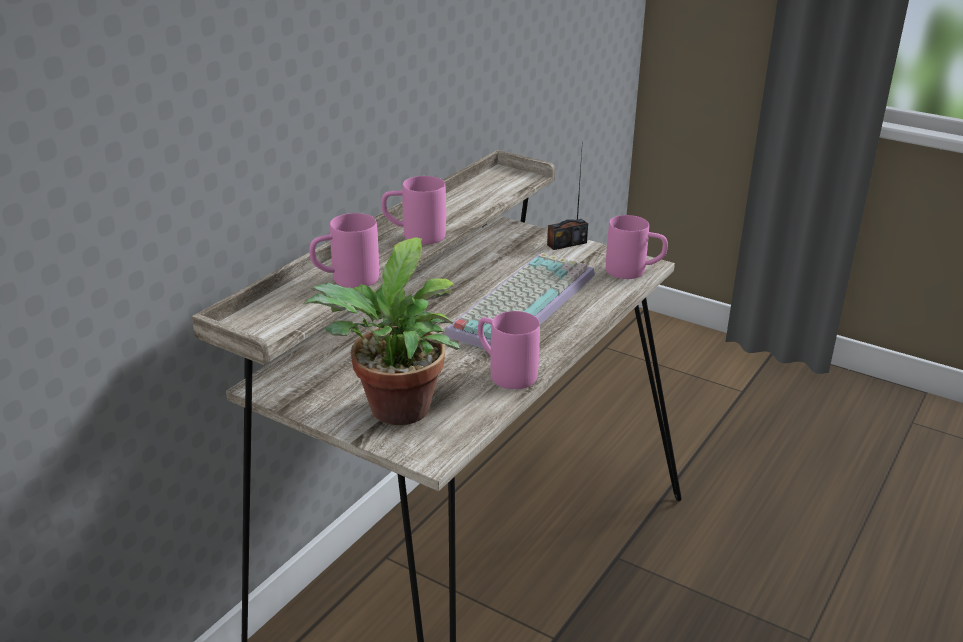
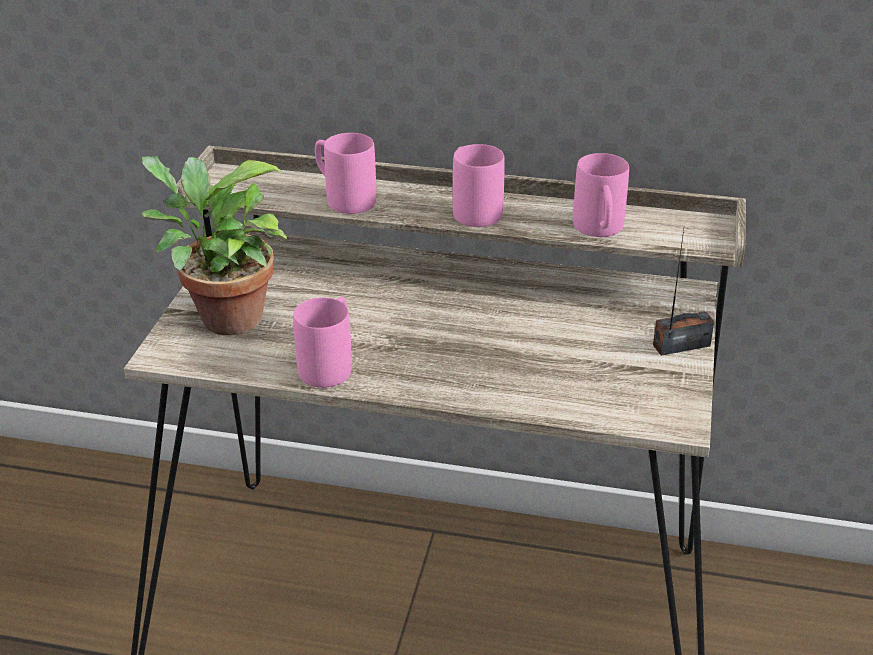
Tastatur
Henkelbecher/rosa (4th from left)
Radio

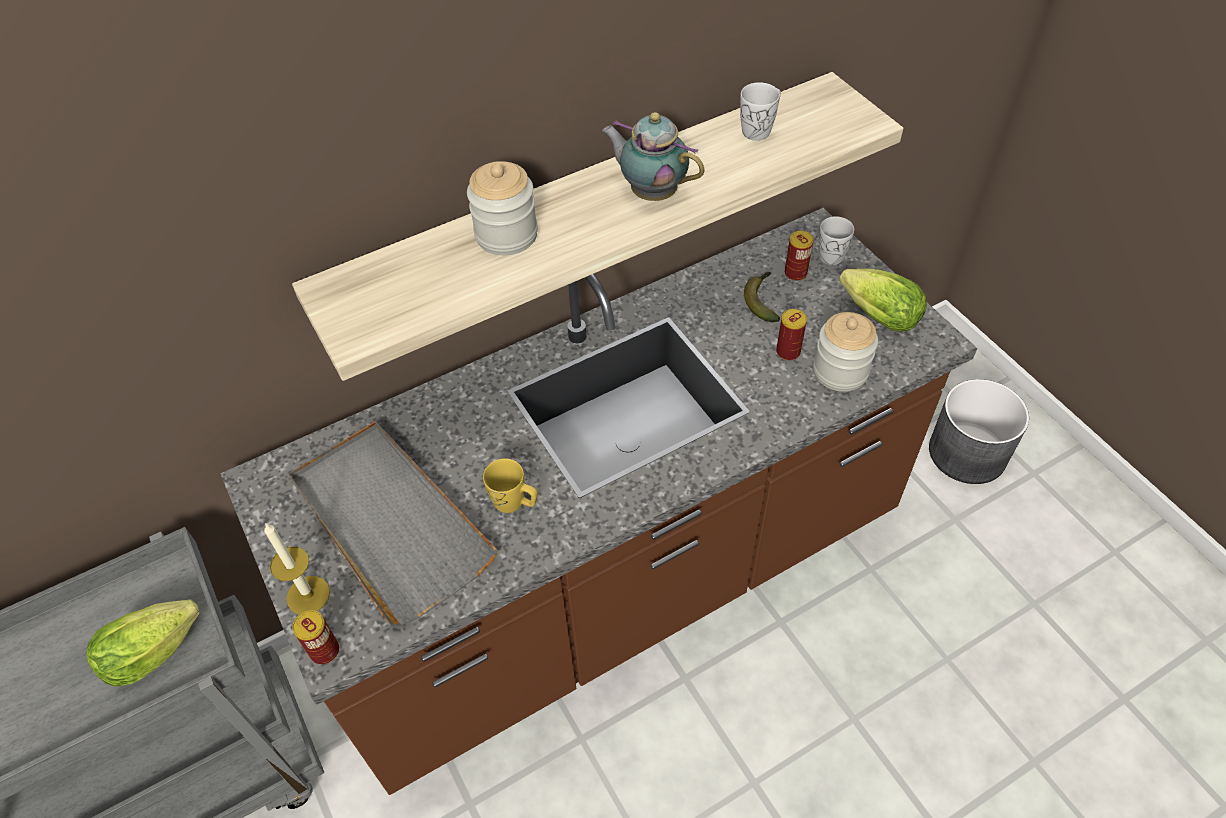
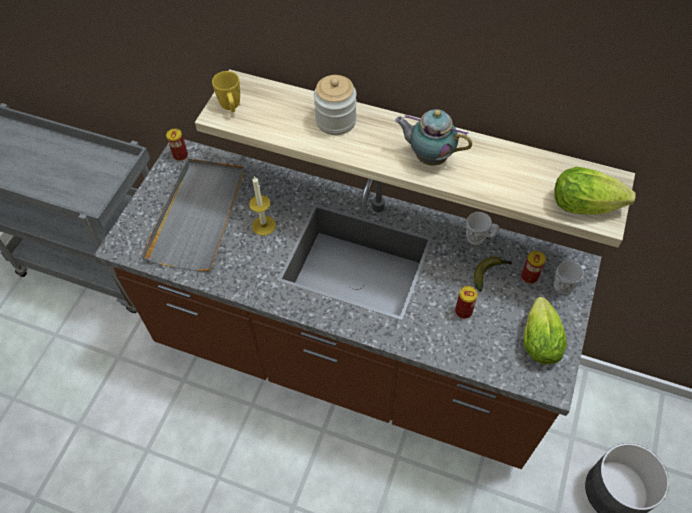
Vorratsglas (2nd from left in the first image)
Salatkopf (2nd from left)
Kerze
Dose (1st from left)
Henkelbecher/gelb
Henkelbecher/weiß (1st from left)
Teekanne

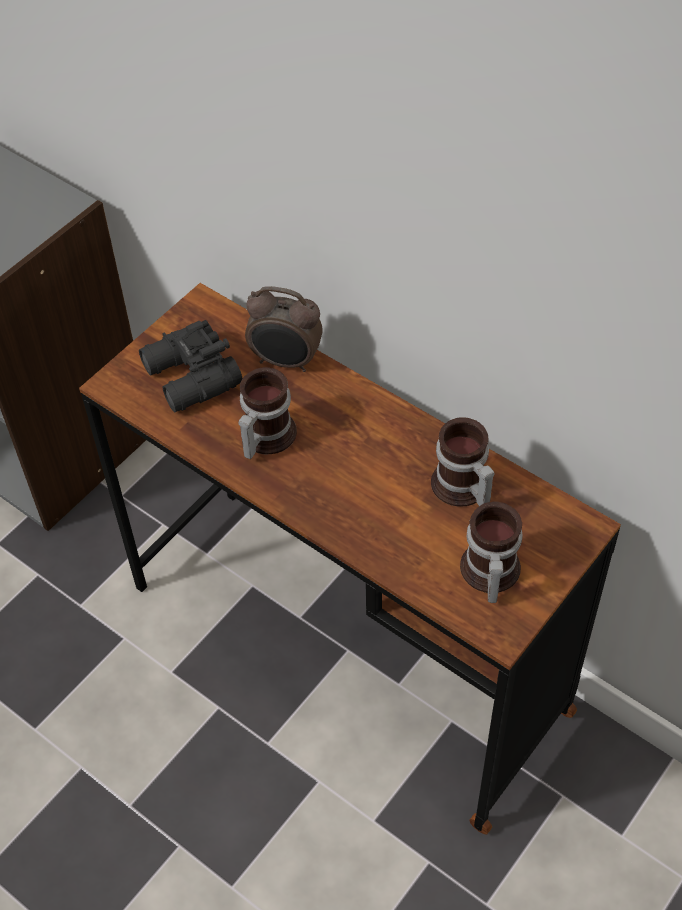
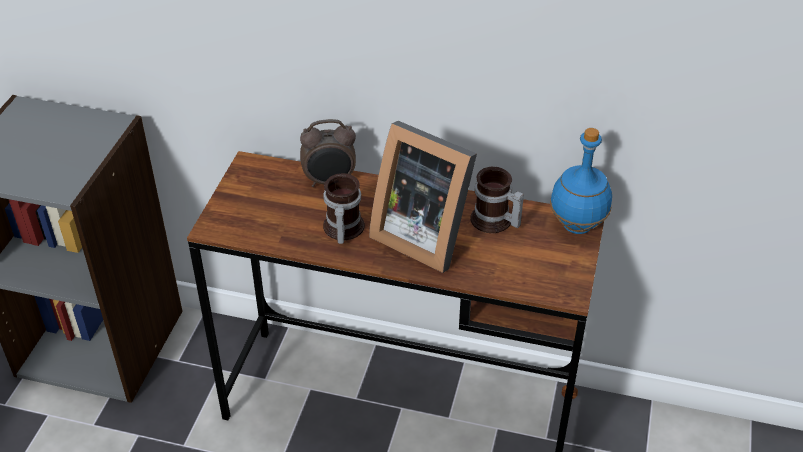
Fernglas/schwarz
Henkelbecher (3rd from left in the first image)
Bilderrahmen
Flasche/blau

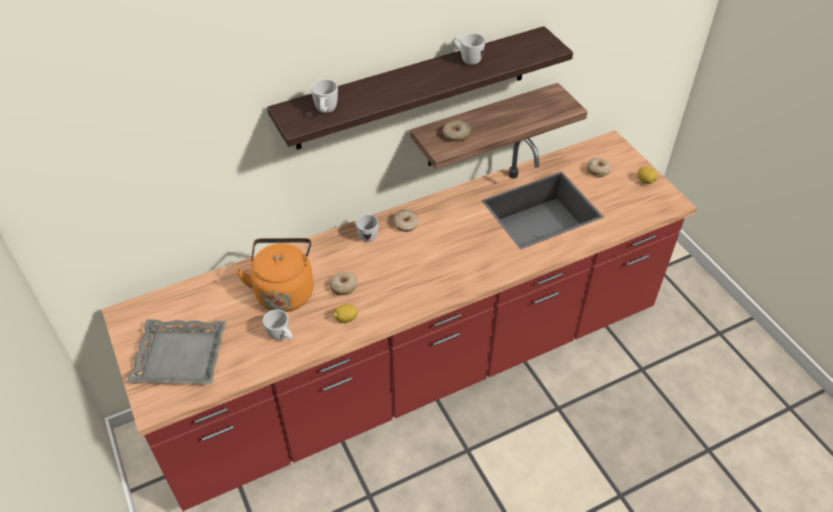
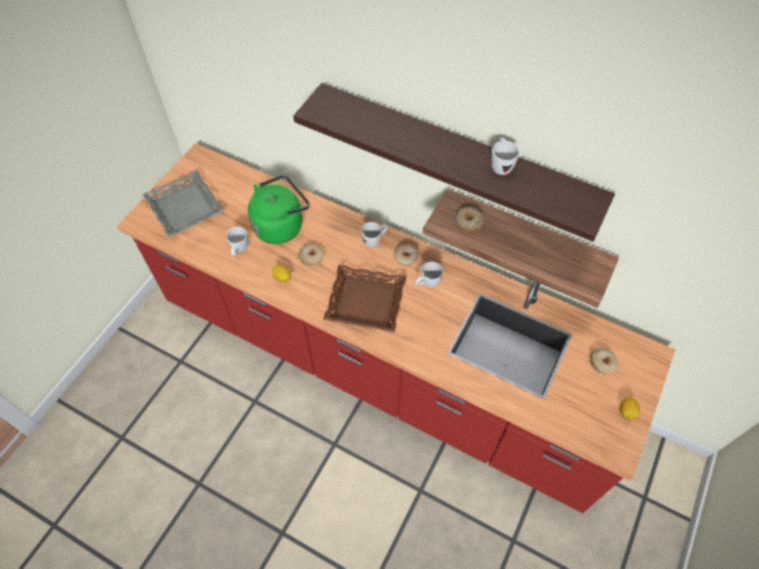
Tablett/braun
Henkelbecher/weiß (3rd from left)
Wasserkessel/grün

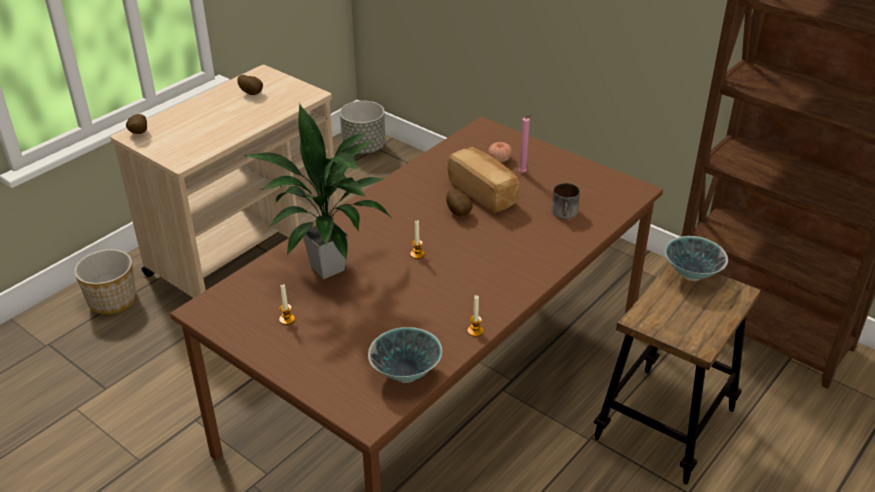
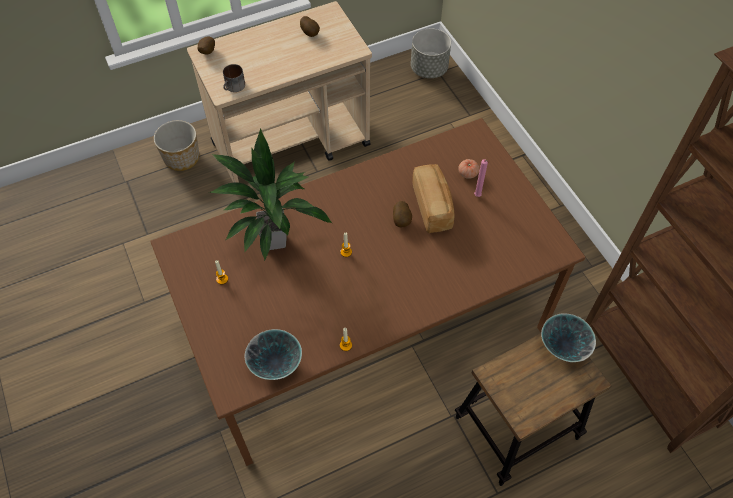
Henkelbecher

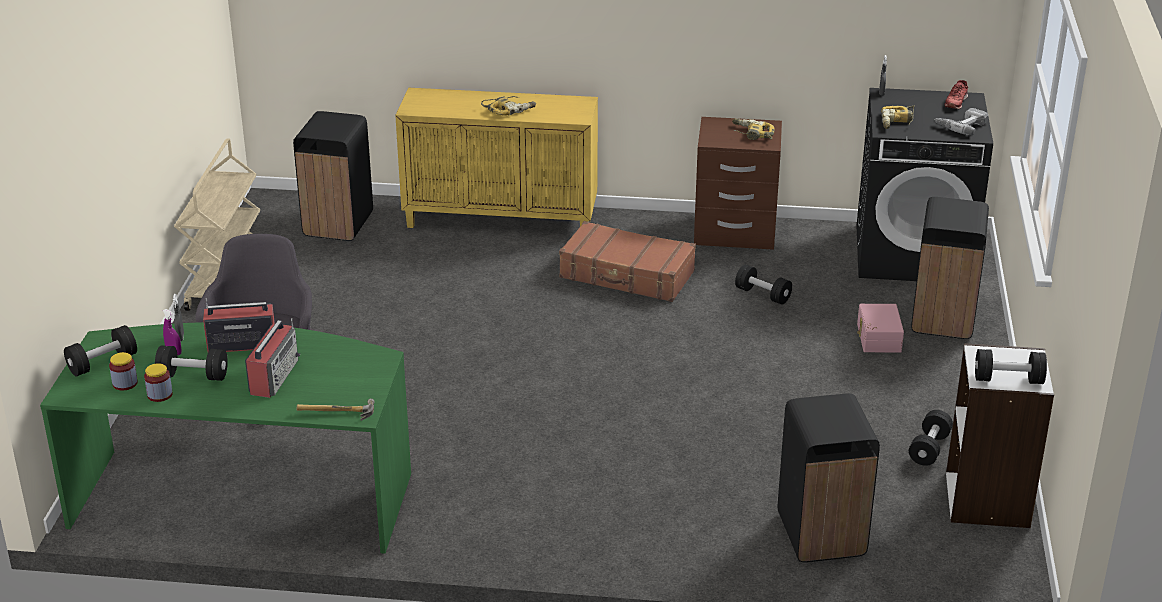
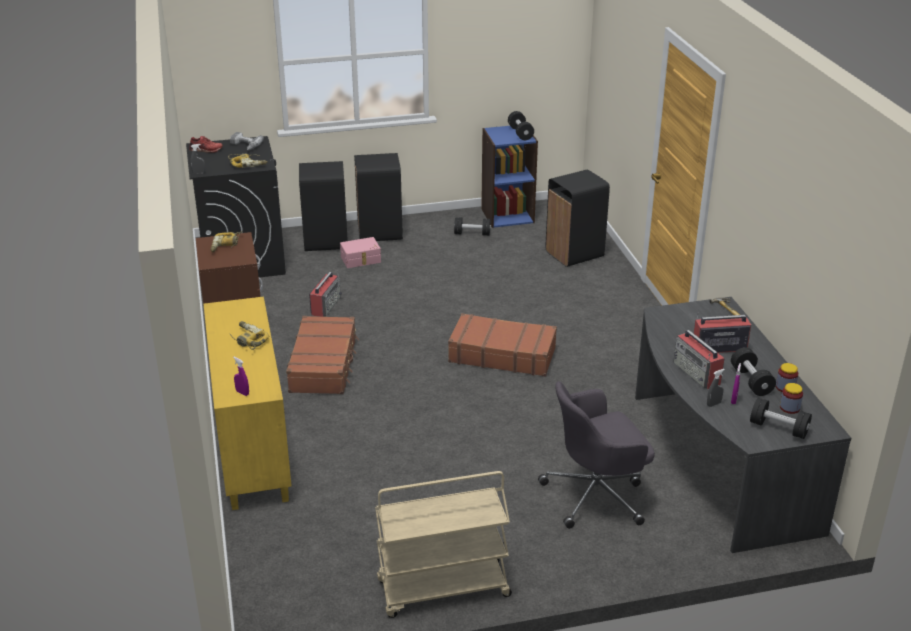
Sprühflasche/lila (1st from left)
Koffer/braun (2nd from left)
Mülleimer/schwarz (2nd from left)
Radio (1st from left)
Schreibtisch/grau
Bücherregal/blau

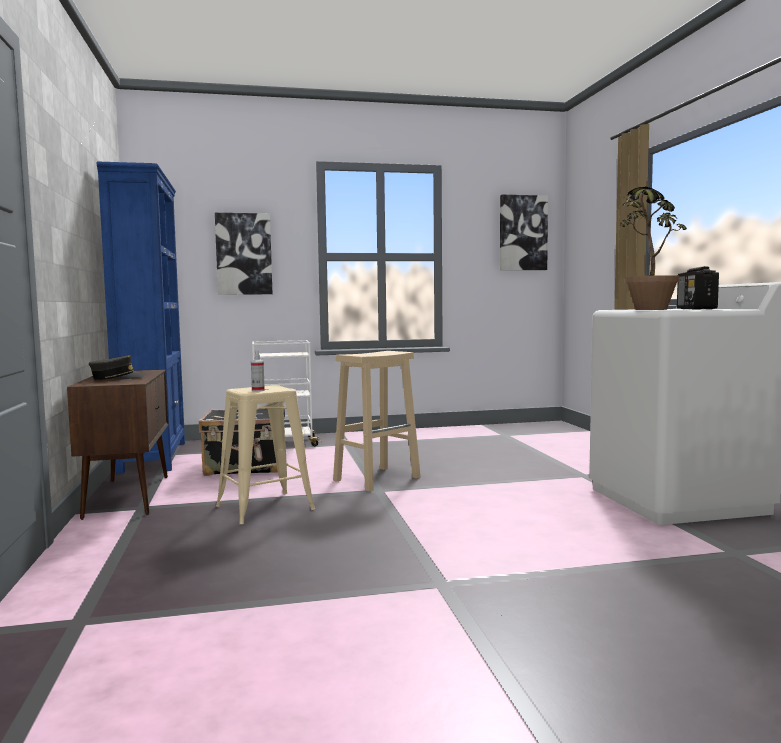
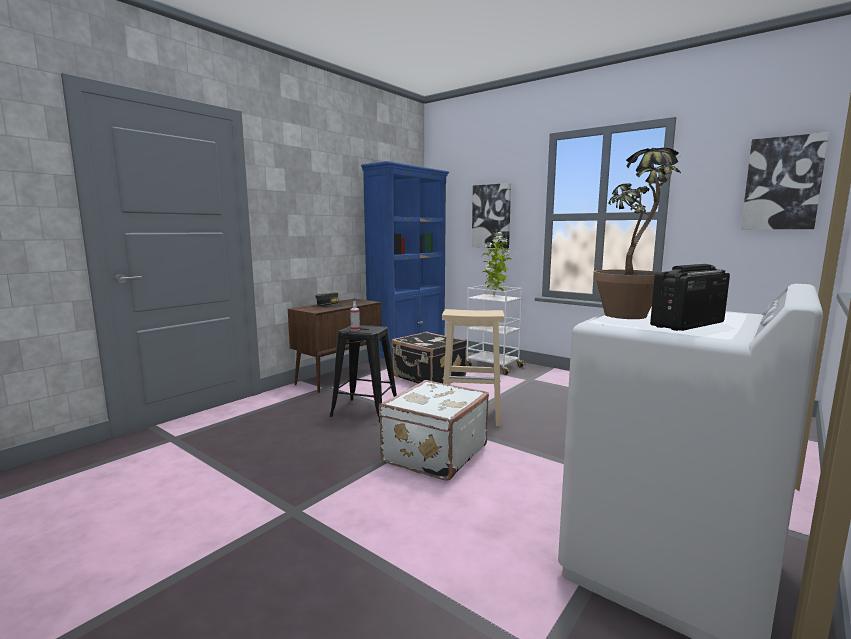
Koffer/weiß
Topfpflanze (1st from left)
Hocker/schwarz

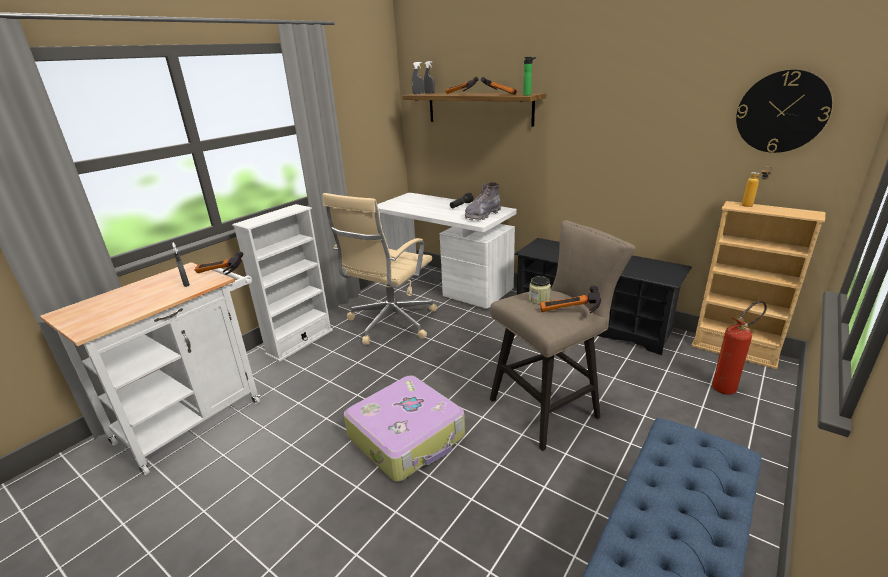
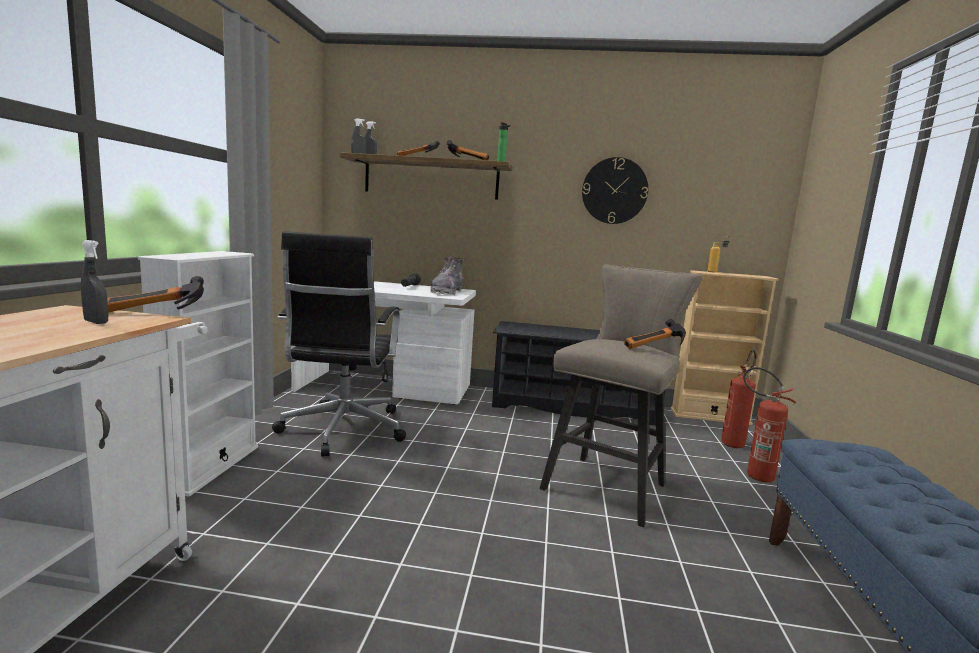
Koffer
Vorratsglas
Feuerlöscher (2nd from left)
Wanduhr
Bürostuhl/schwarz

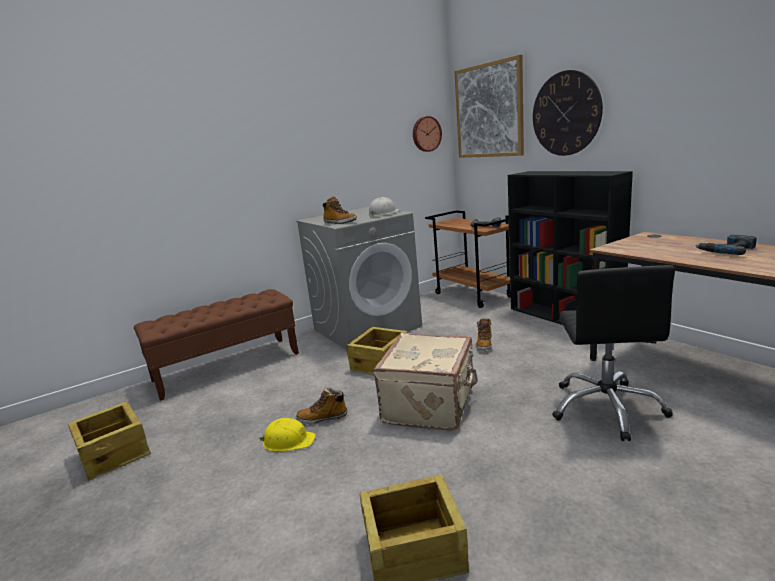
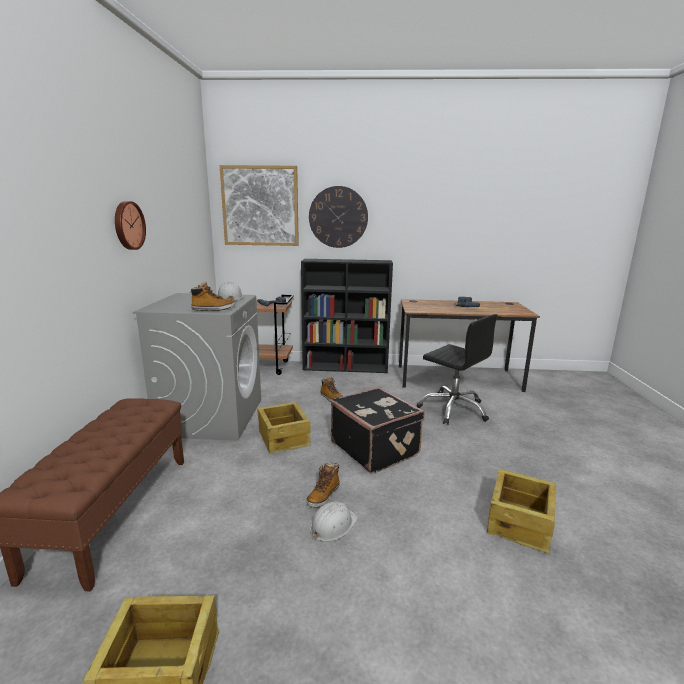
Wanduhr (1st from left)
Schutzhelm/weiß (2nd from left)
Koffer/schwarz

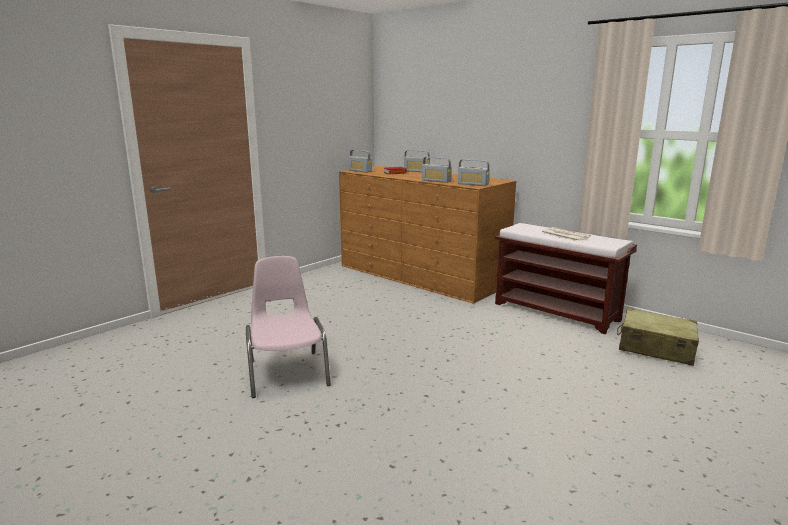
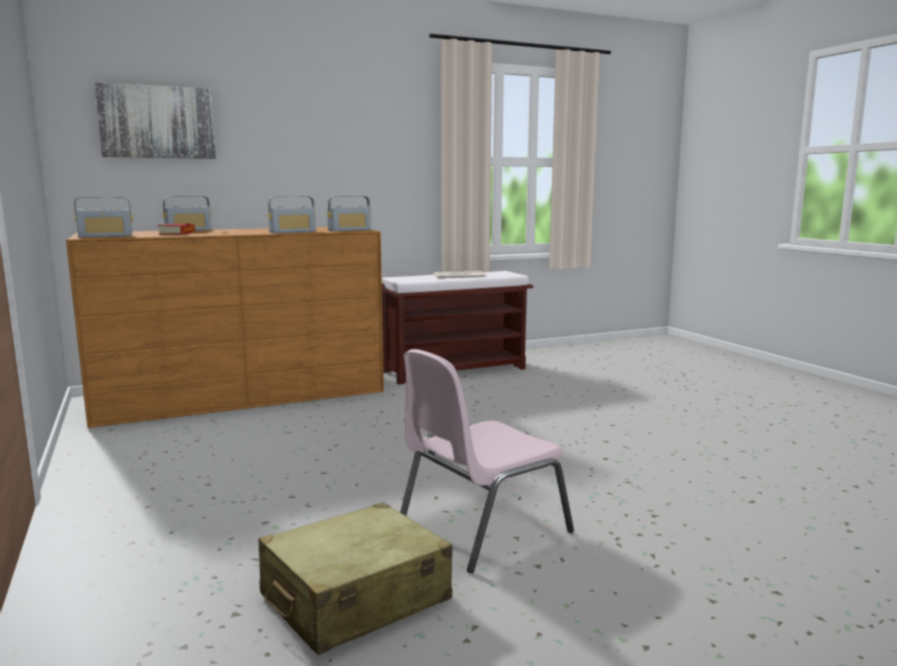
Bild
Koffer/beige
Stuhl/rosa

